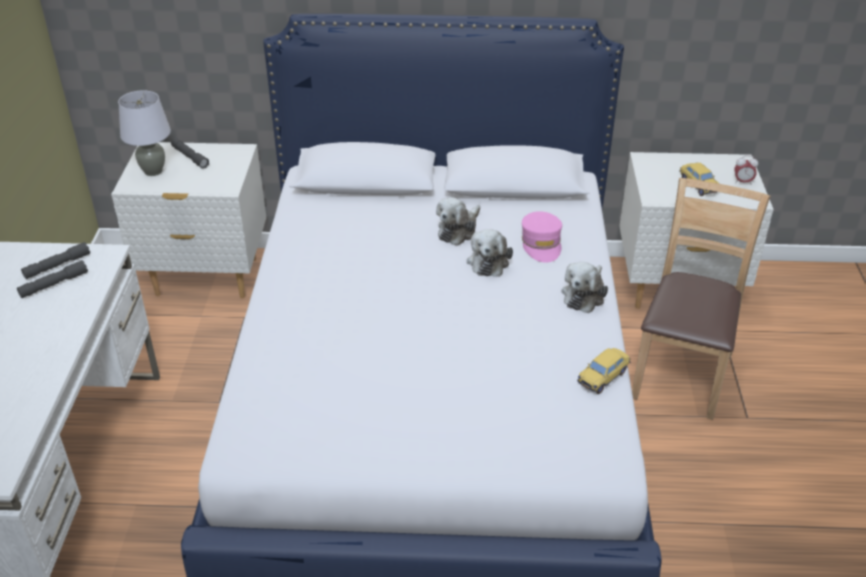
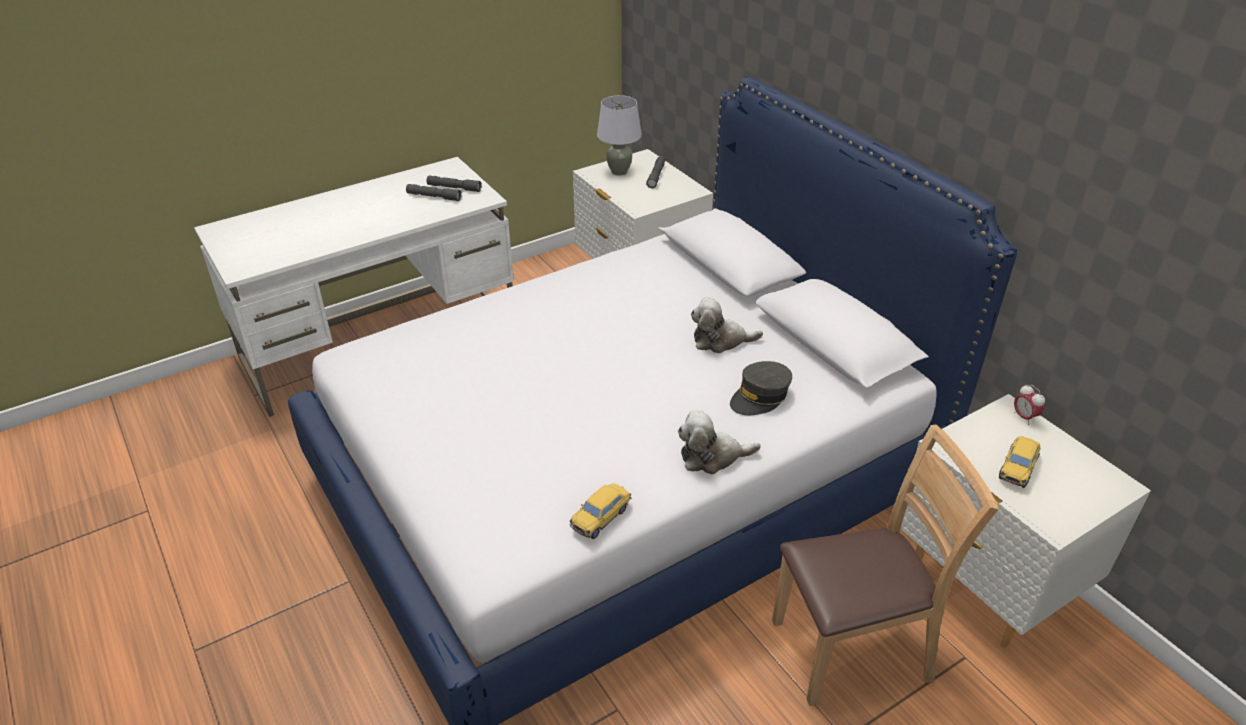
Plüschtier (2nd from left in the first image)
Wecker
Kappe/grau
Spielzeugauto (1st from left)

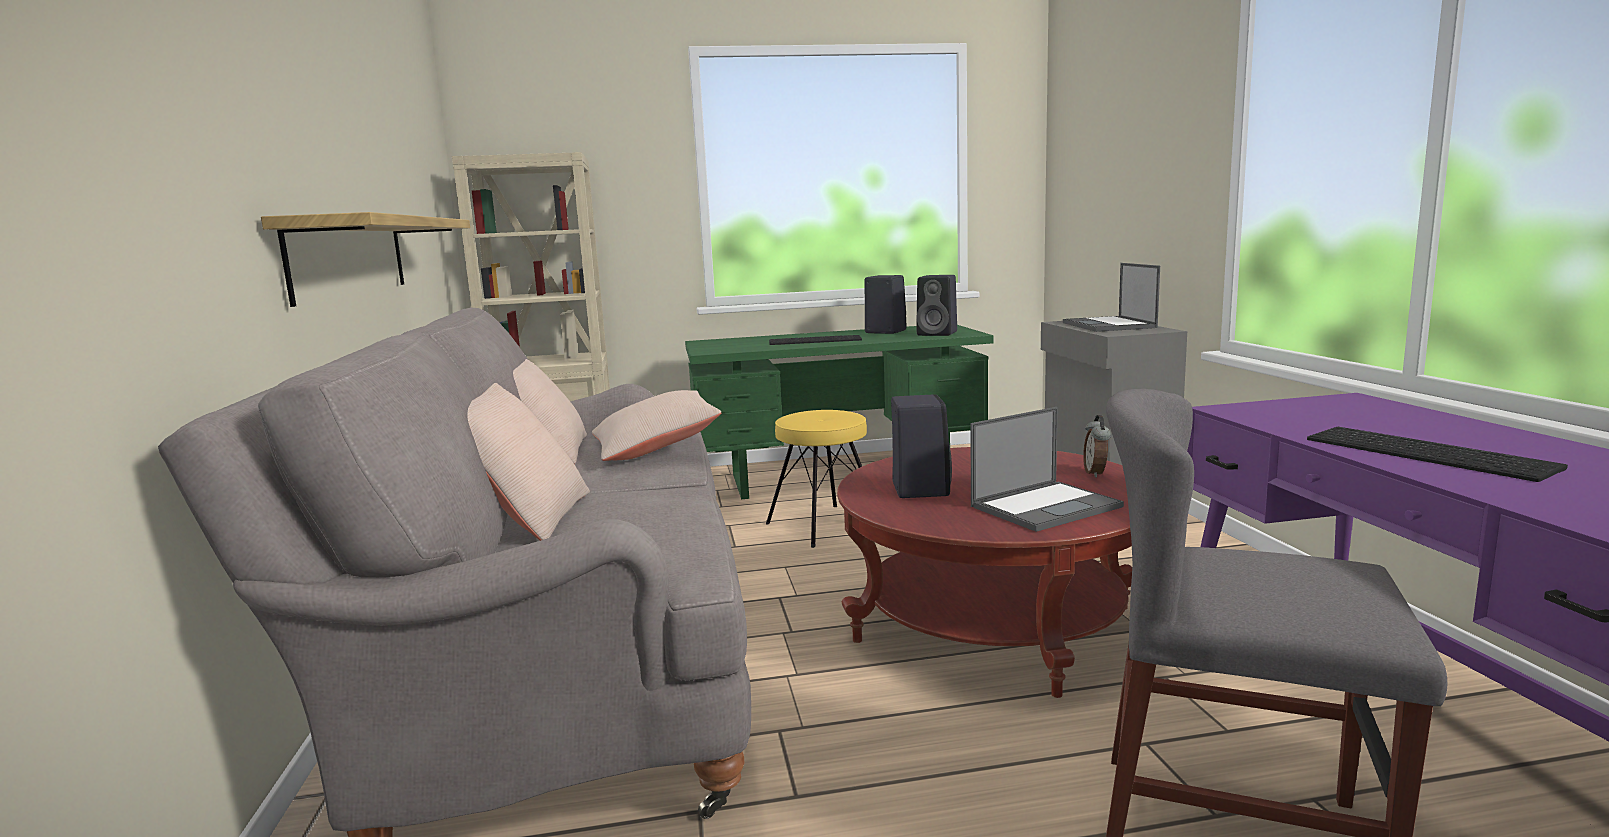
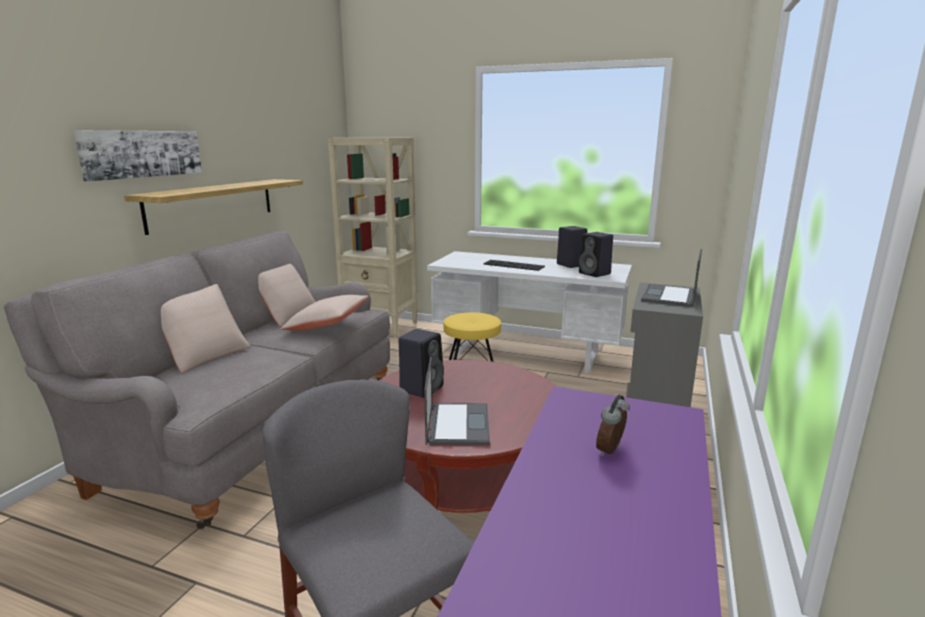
Tastatur (2nd from left in the first image)
Bild
Wecker
Schreibtisch/weiß
Laptop (1st from left)

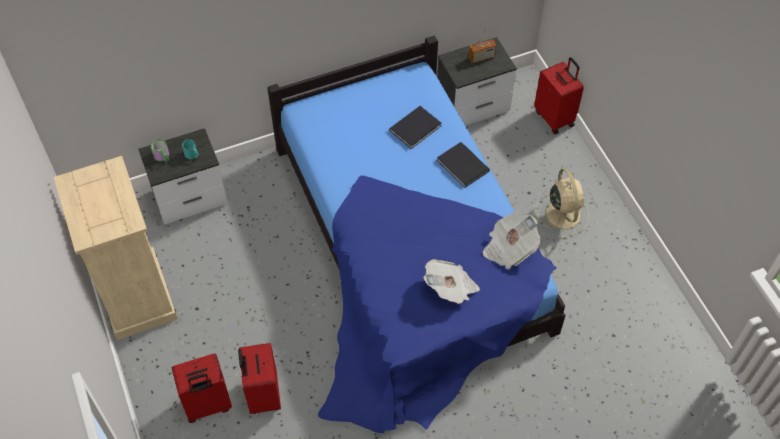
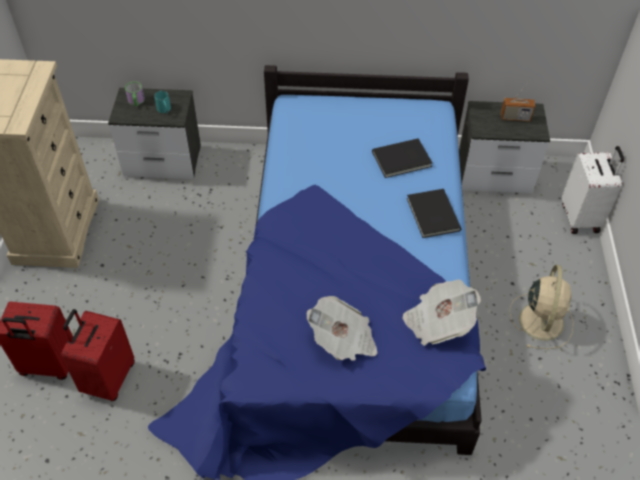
Koffer/weiß

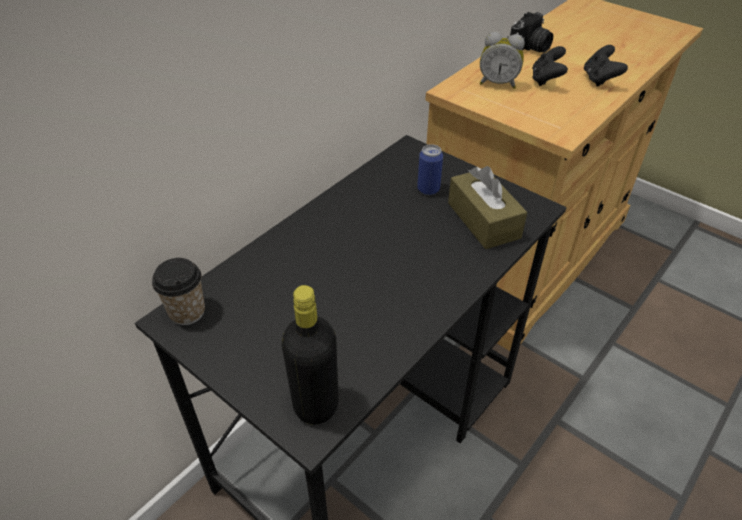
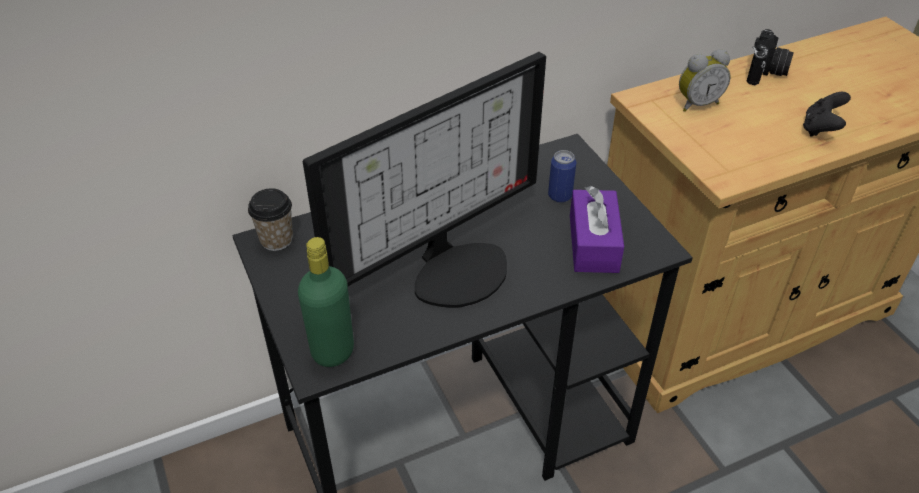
Gamepad/schwarz (1st from left in the first image)
Monitor
Flasche/grün
Taschentuchbox/lila
Wecker
Kamera

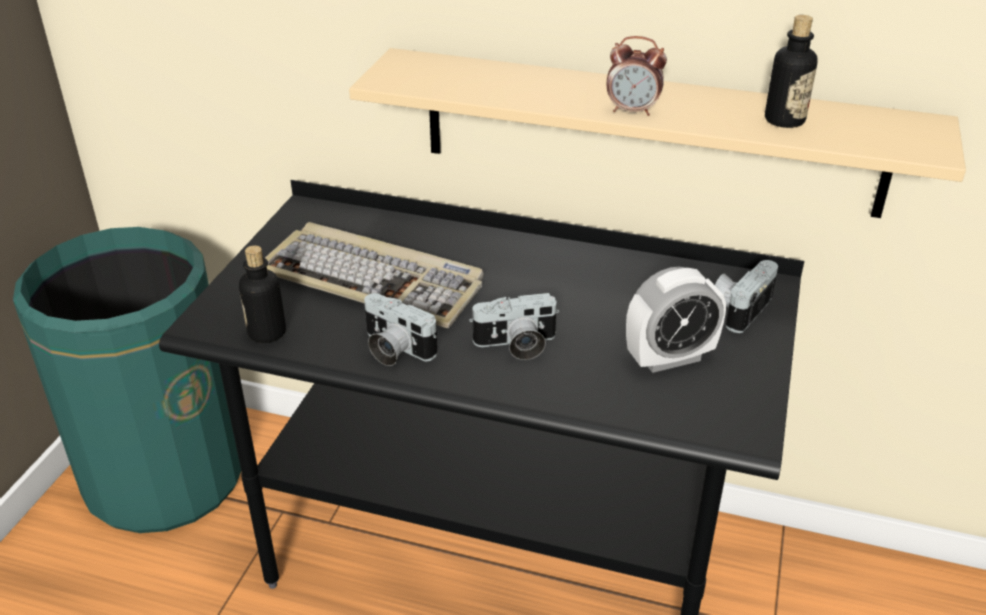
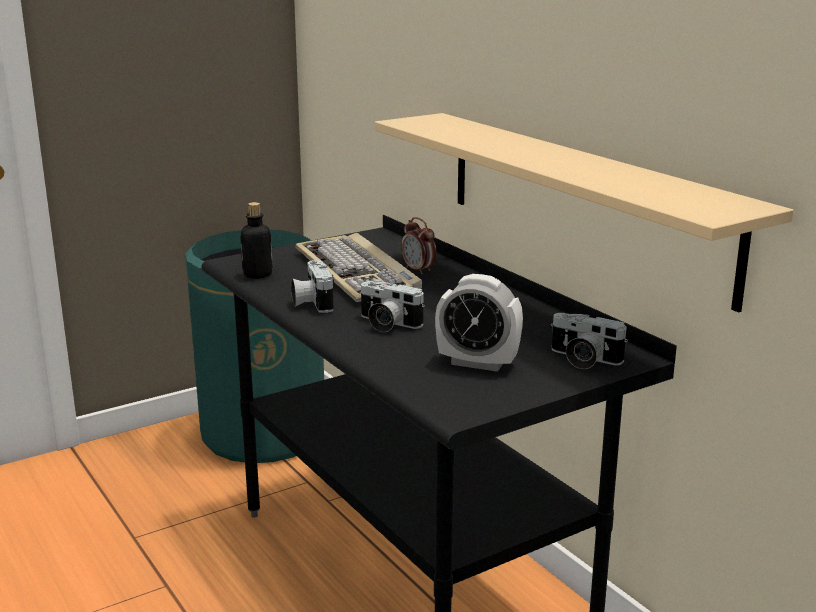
Flasche (2nd from left in the first image)
Wecker (1st from left)
Kamera (3rd from left)

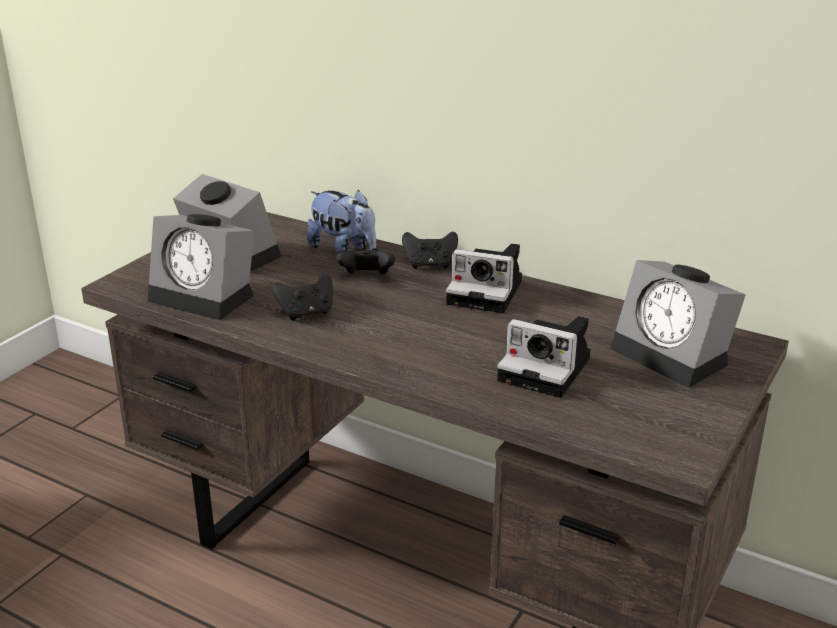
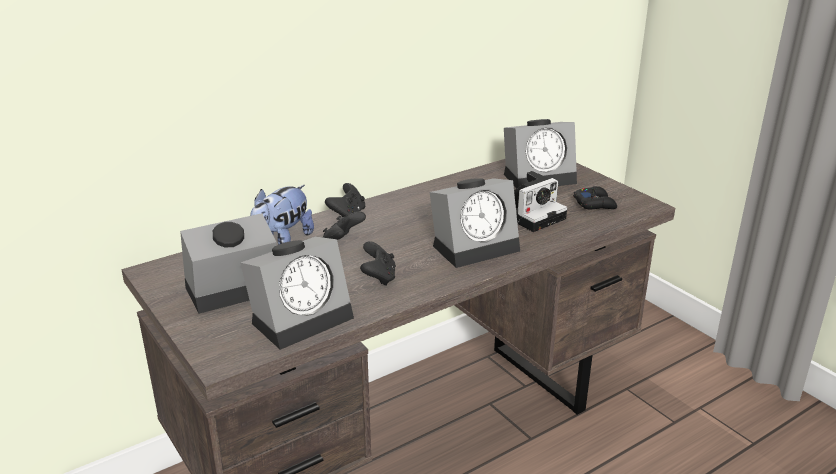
Kamera (1st from left in the first image)
Wecker (3rd from left)
Gamepad/schwarz (4th from left)
Plüschtier

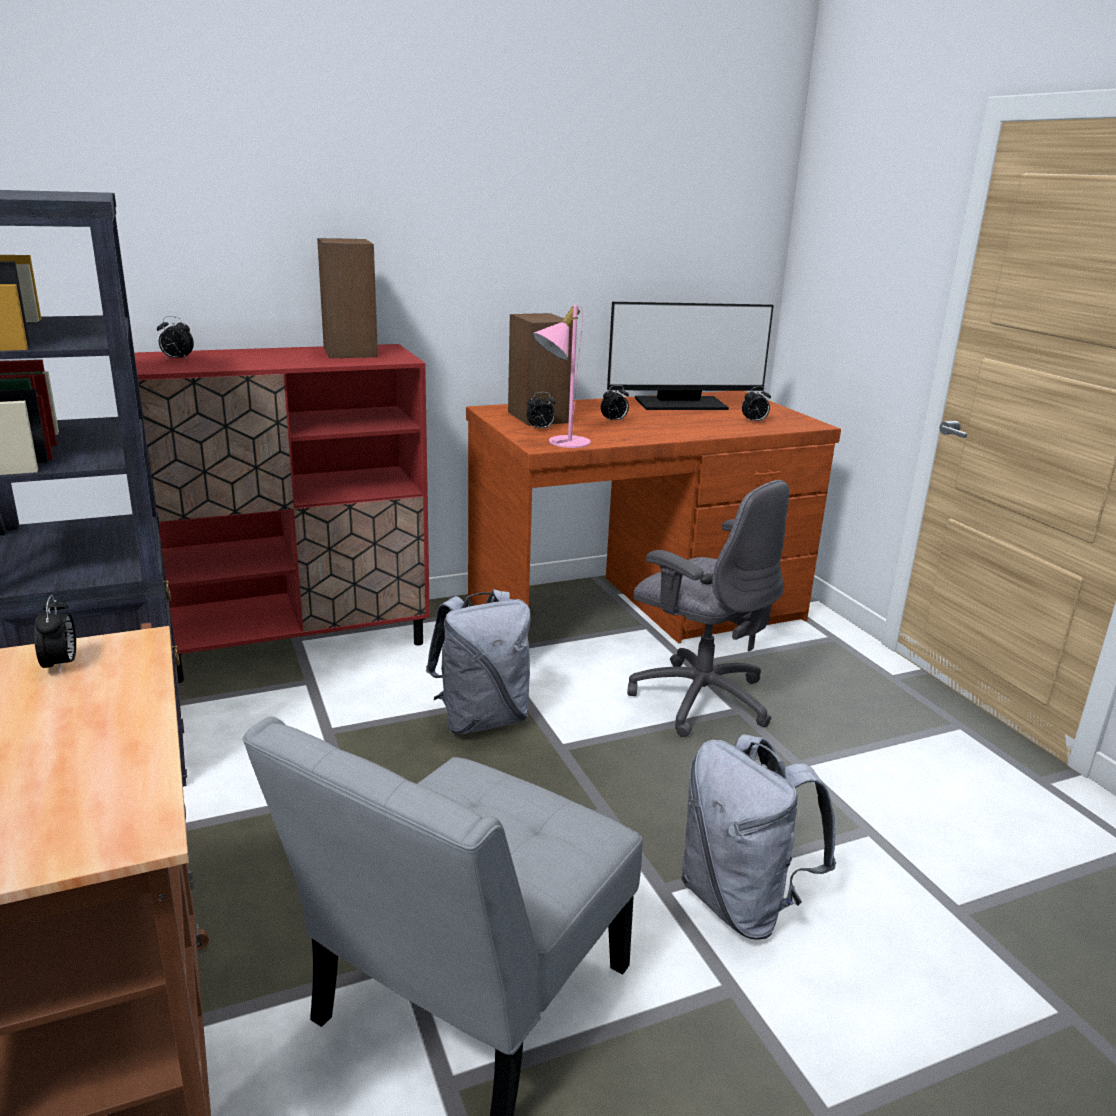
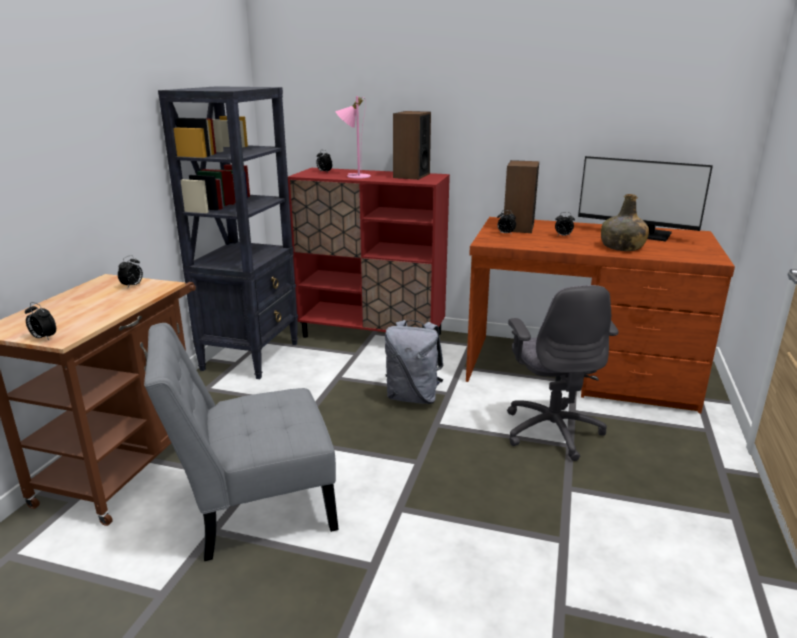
Rucksack/grau (2nd from left in the first image)
Flasche/grün
Tischlampe/rosa
Wecker (1st from left)

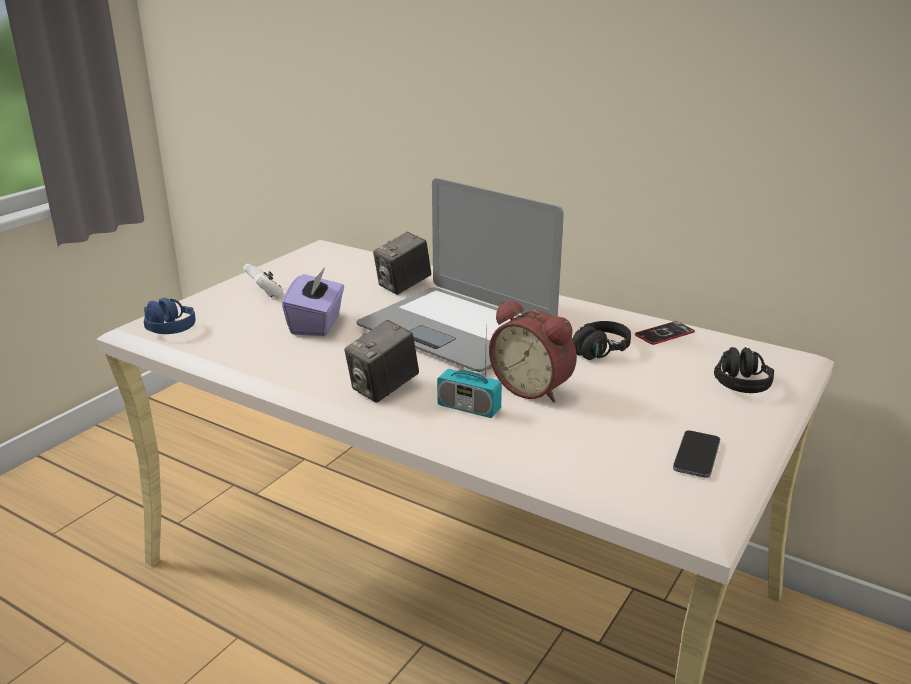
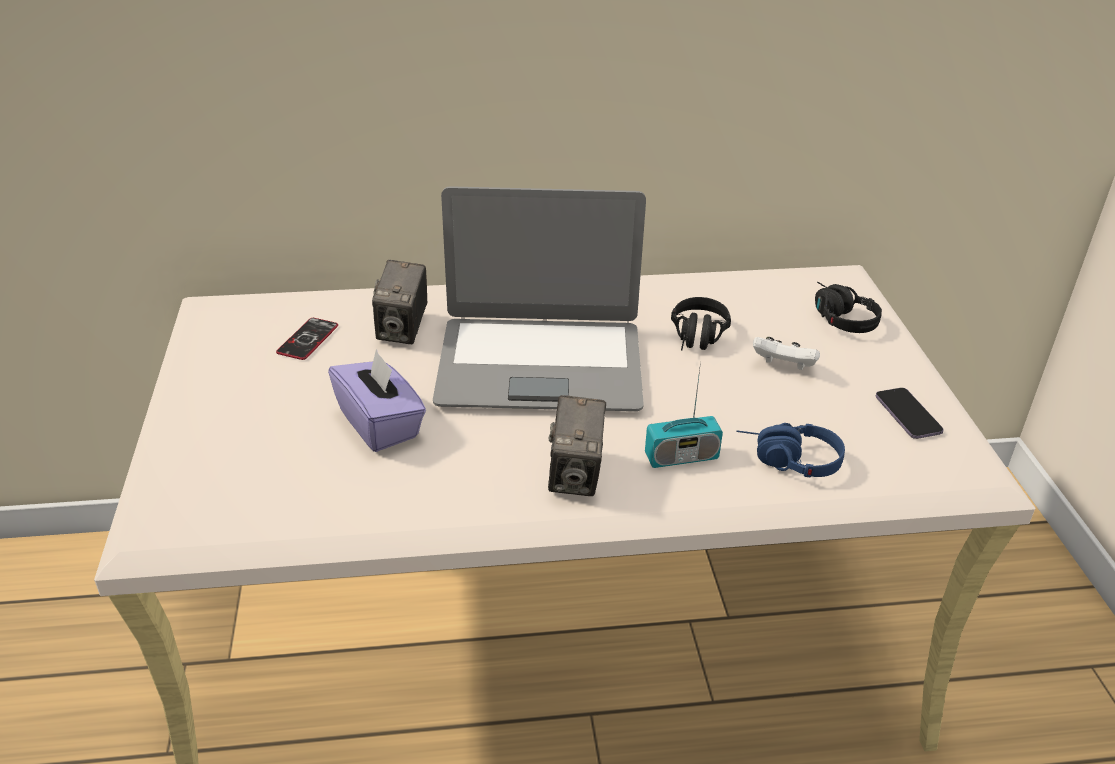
Wecker
Kopfhörer/blau
Gamepad/weiß
Handy (1st from left)

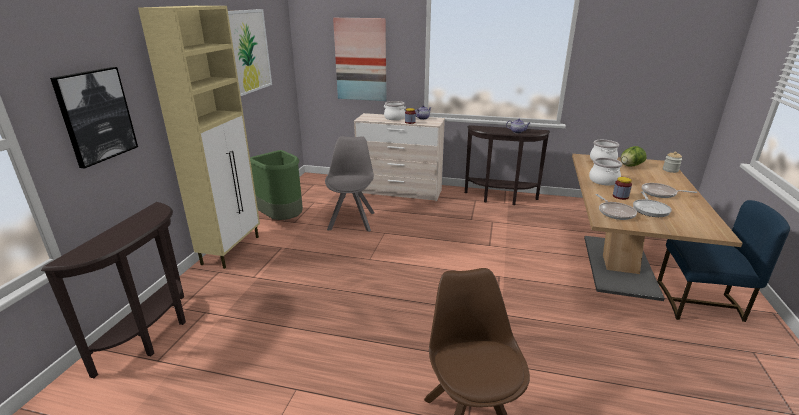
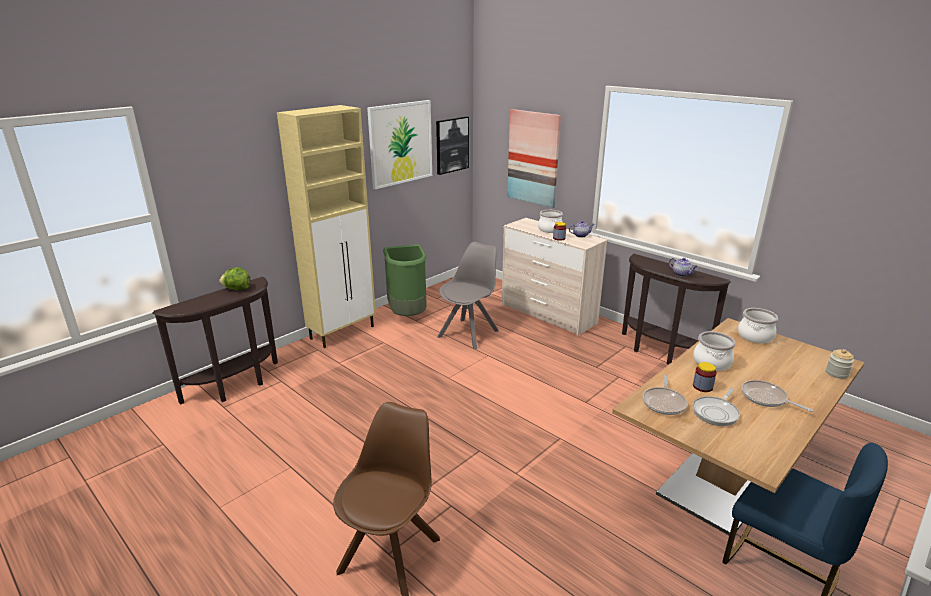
Bild (2nd from left)
Salatkopf

